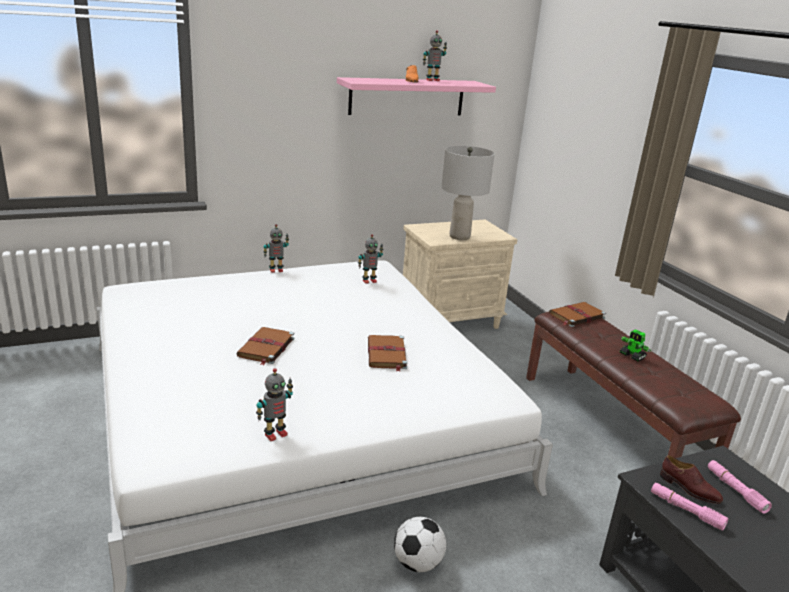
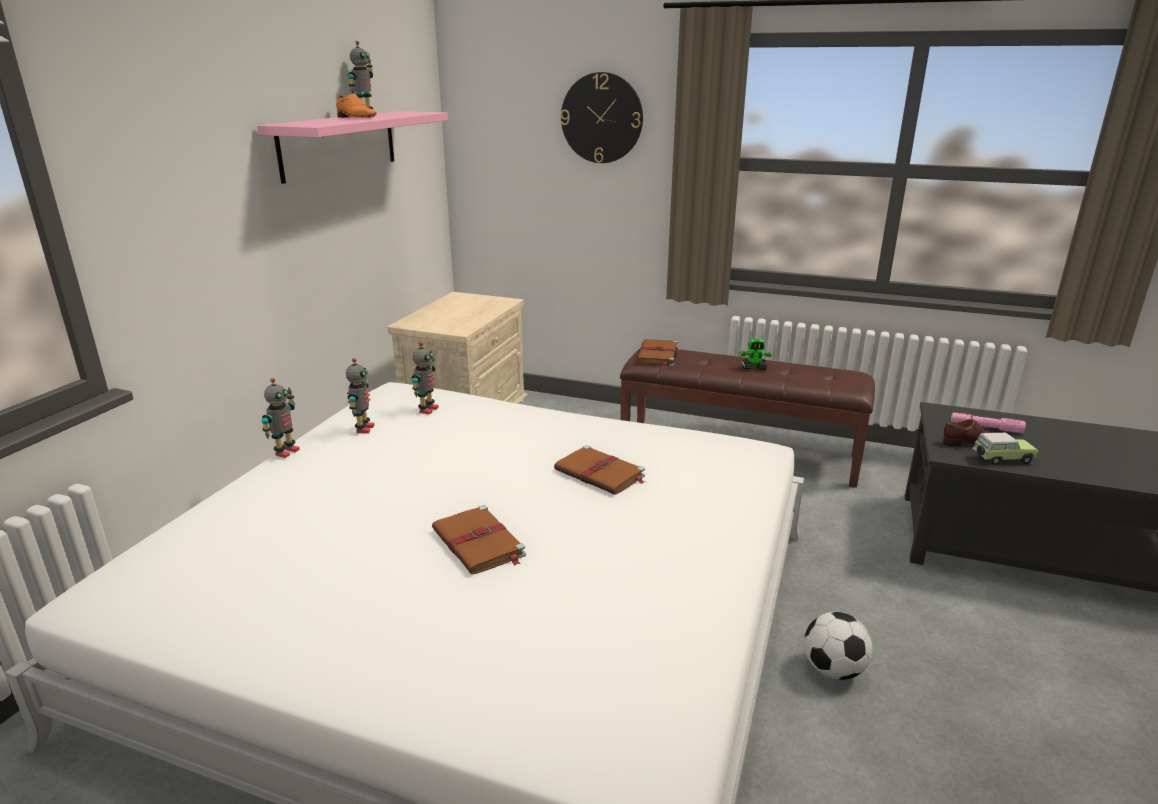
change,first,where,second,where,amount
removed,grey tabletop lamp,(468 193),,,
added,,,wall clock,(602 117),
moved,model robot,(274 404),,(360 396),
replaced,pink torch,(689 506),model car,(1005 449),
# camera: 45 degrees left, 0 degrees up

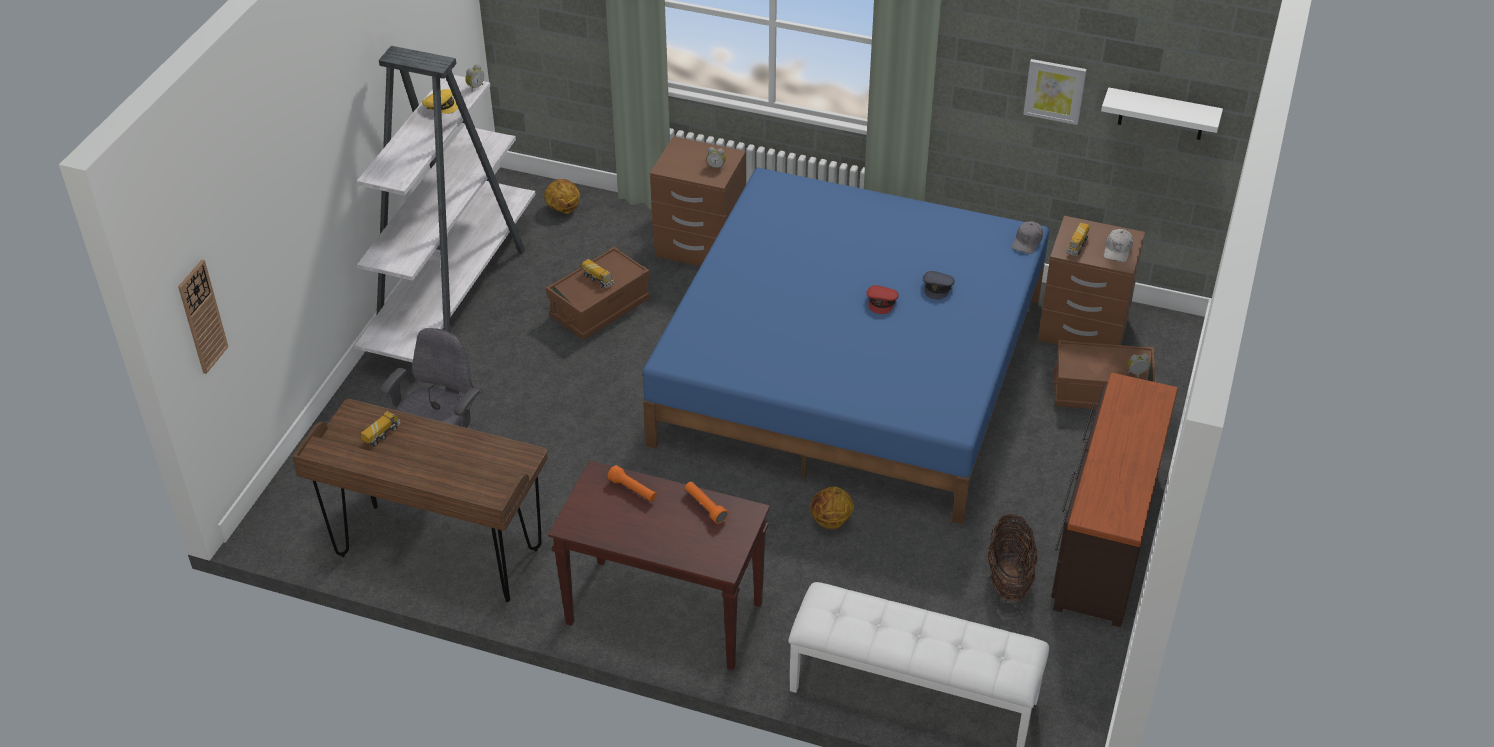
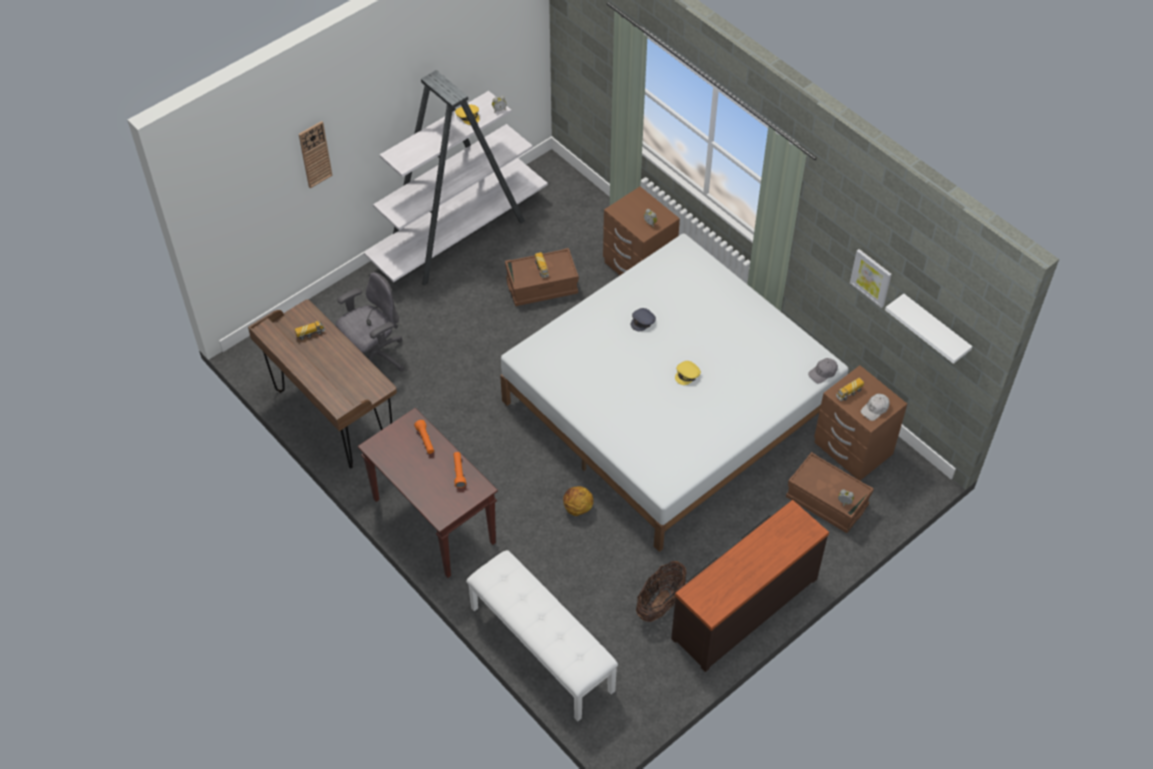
change,first,where,second,where,amount
removed,basketball,(562 196),,,
moved,wall clock,(203 317),,(316 154),
moved,grey baseball cap,(939 285),,(643 319),
recoloured,blue-coloured bedroom bed,(846 346),whitish bedroom bed,(674 392),
recoloured,red-coloured baseball cap,(883 299),yellow baseball cap,(688 373),
# camera: 30 degrees right, 10 degrees up

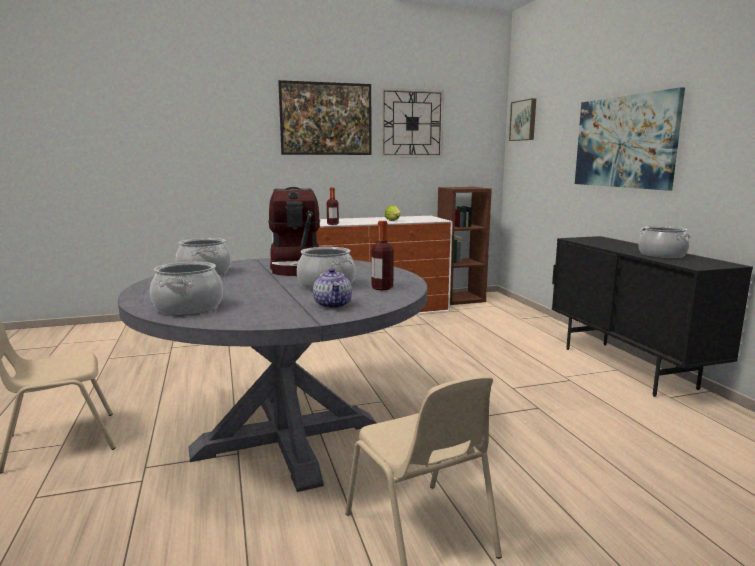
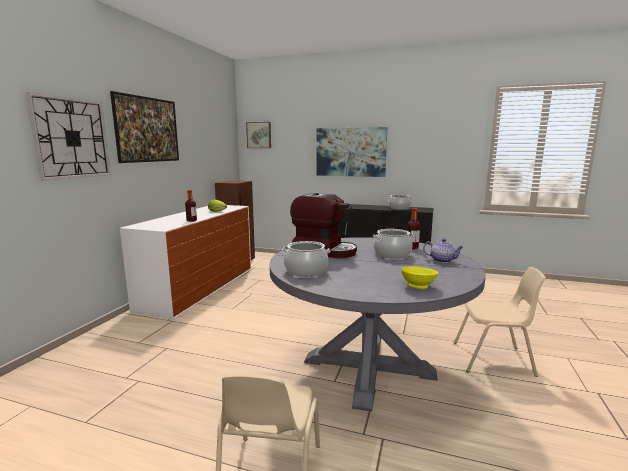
change,first,where,second,where,amount
moved,wall clock,(412 122),,(68 136),
replaced,cooking pot,(186 288),yellow deep dish,(419 277),
# camera: 55 degrees left, 0 degrees up

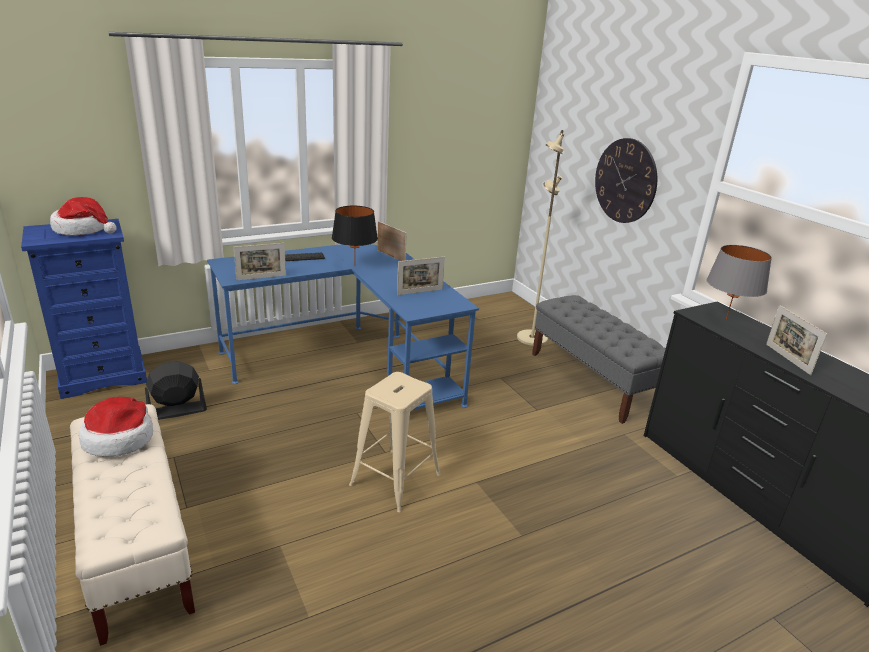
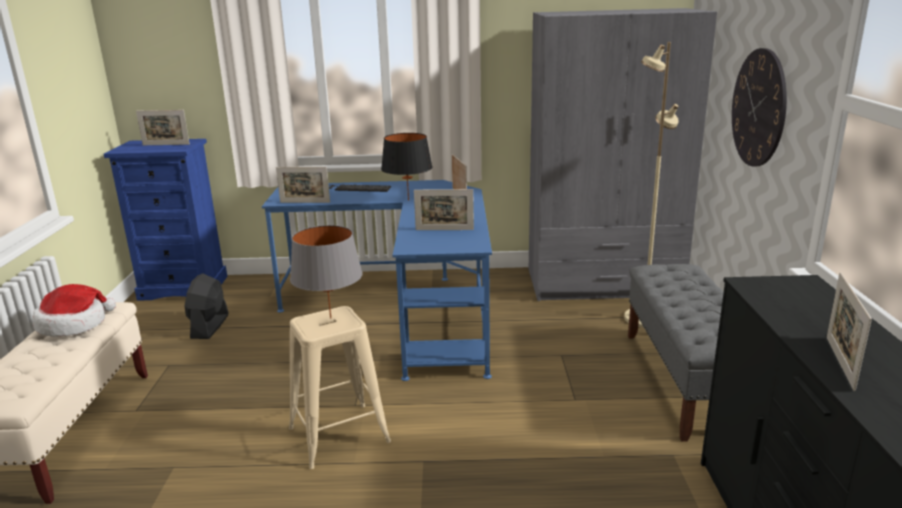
change,first,where,second,where,amount
added,,,grey wardrobe,(623 154),
moved,grey tabletop lamp,(739 282),,(326 272),
replaced,hat,(83 216),picture frame,(163 127),
turned,black fan,(176 390),,(206 306),90 degrees counterclockwise
# camera: 30 degrees right, 5 degrees down

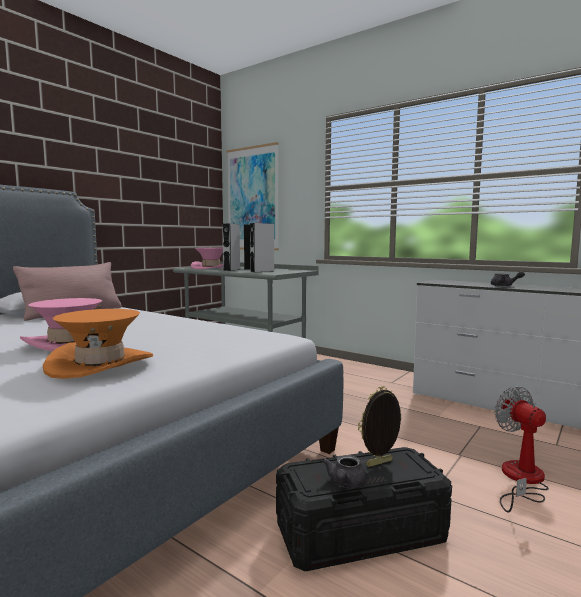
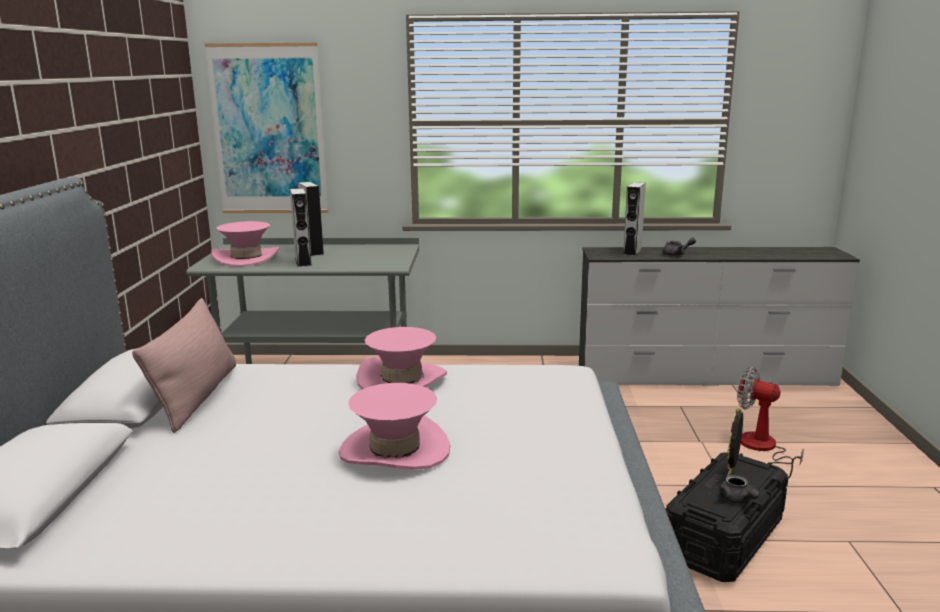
change,first,where,second,where,amount
removed,orange hat,(98 344),,,
added,,,pink hat,(402 358),
moved,grey audio speaker,(262 247),,(634 219),
# camera: 35 degrees left, 10 degrees up

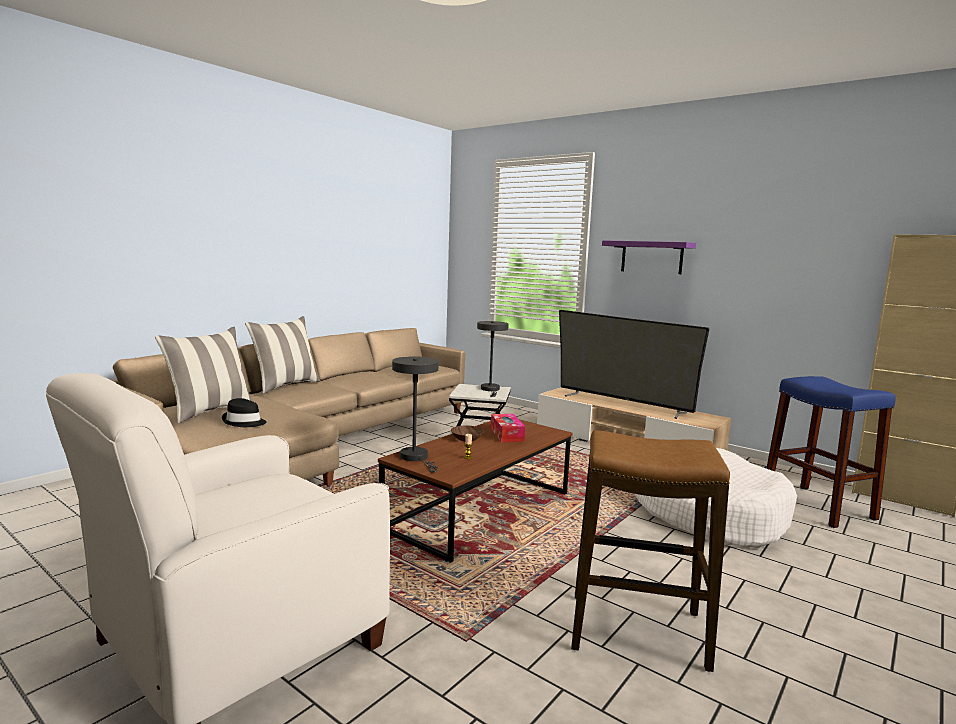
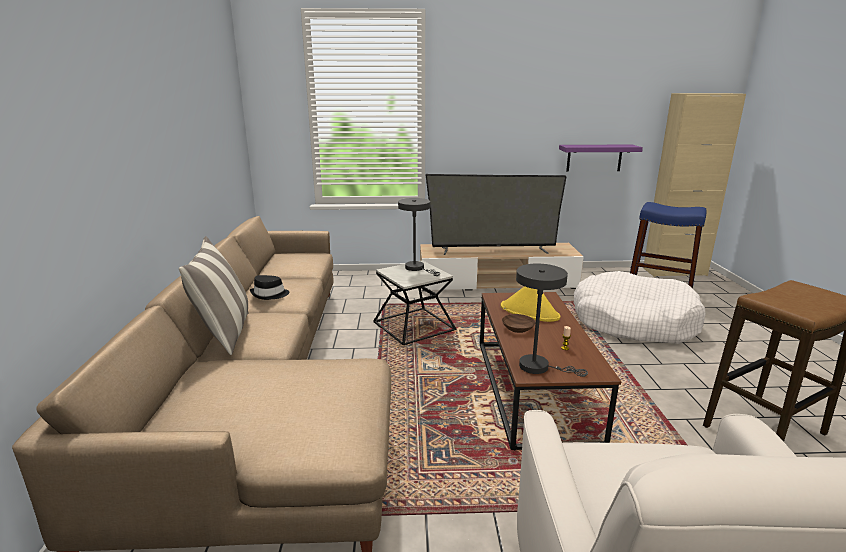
change,first,where,second,where,amount
removed,cushion,(204 375),,,
moved,black hat,(244 412),,(270 287),
moved,purplish bracket shelf,(649 257),,(601 158),
replaced,tissue holder,(508 428),yellow hat,(530 304),
# camera: 40 degrees left, 10 degrees up

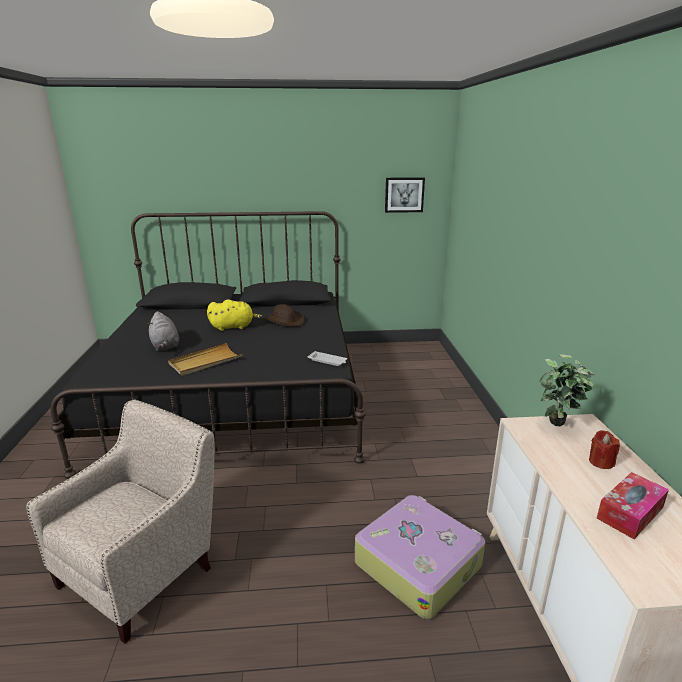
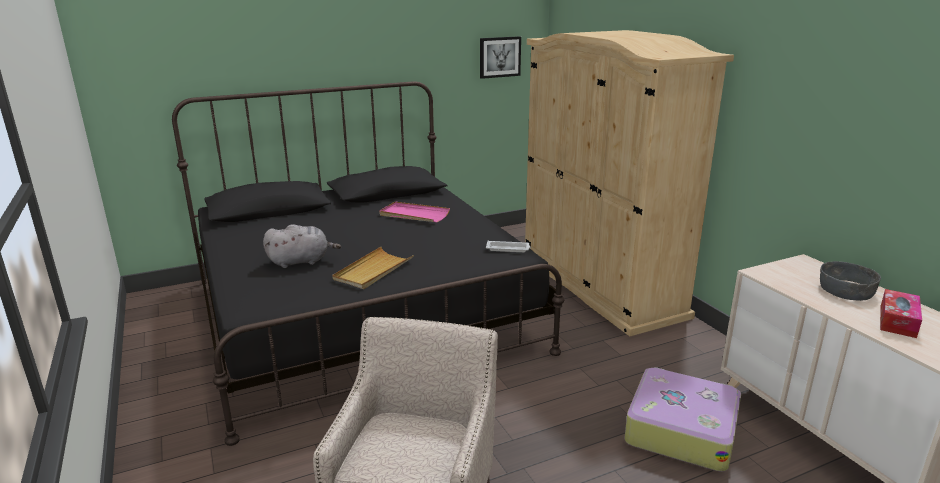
change,first,where,second,where,amount
removed,yellow soft toy,(235 315),,,
removed,plant in a pot,(567 390),,,
added,,,beige-coloured wardrobe,(629 183),
replaced,brownish hat,(284 315),pink carrying tray,(414 212),
replaced,red-coloured candle,(604 449),grey deep dish,(850 281),
turned,grey soft toy,(163 331),,(302 246),60 degrees counterclockwise
# camera: 20 degrees left, 0 degrees up

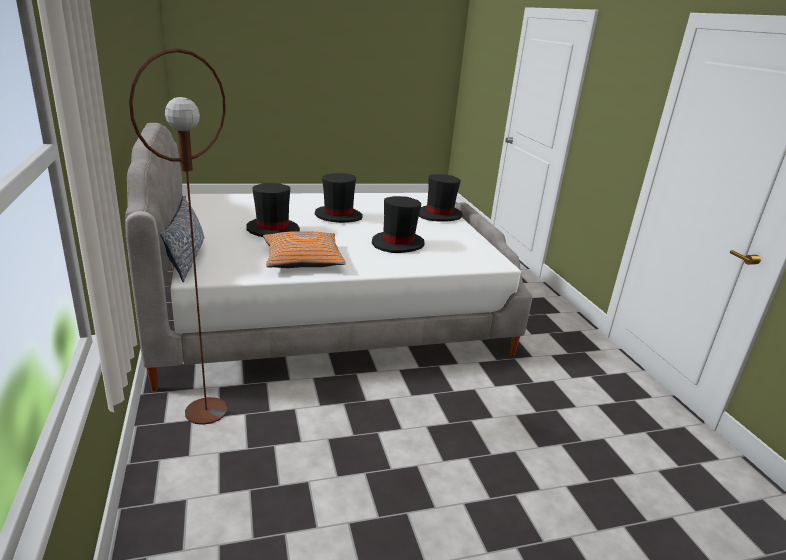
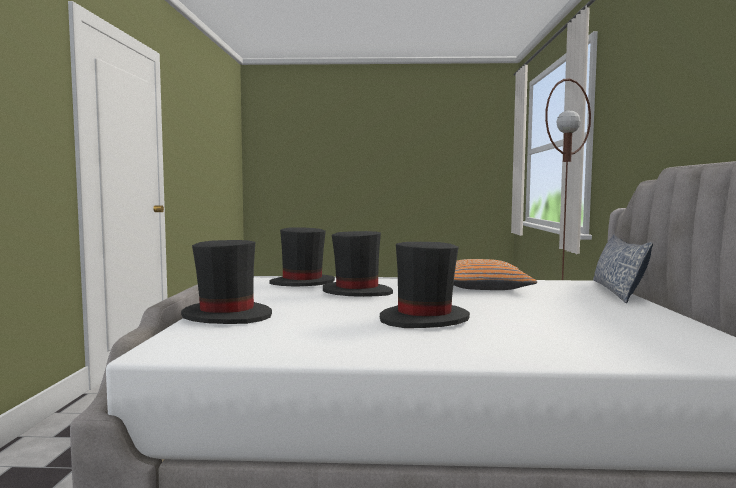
change,first,where,second,where,amount
moved,black hat,(273 210),,(302 256),
# camera: 160 degrees left, 20 degrees down

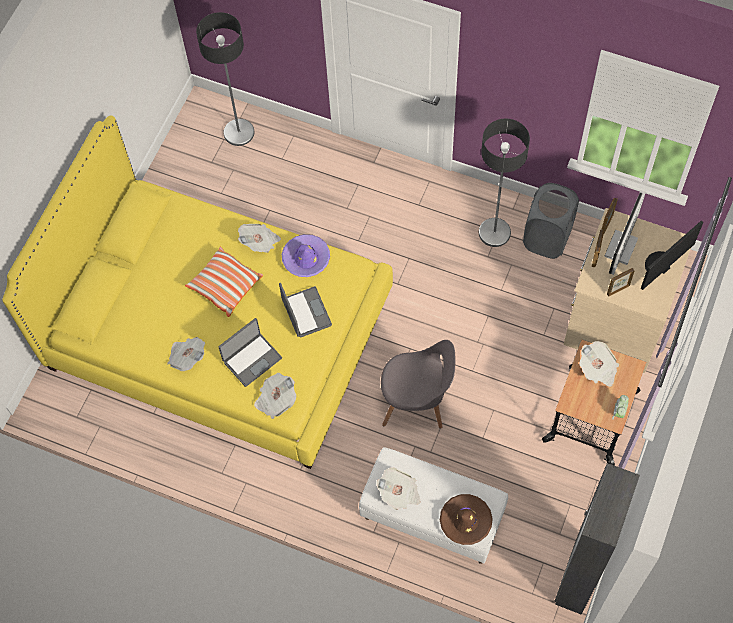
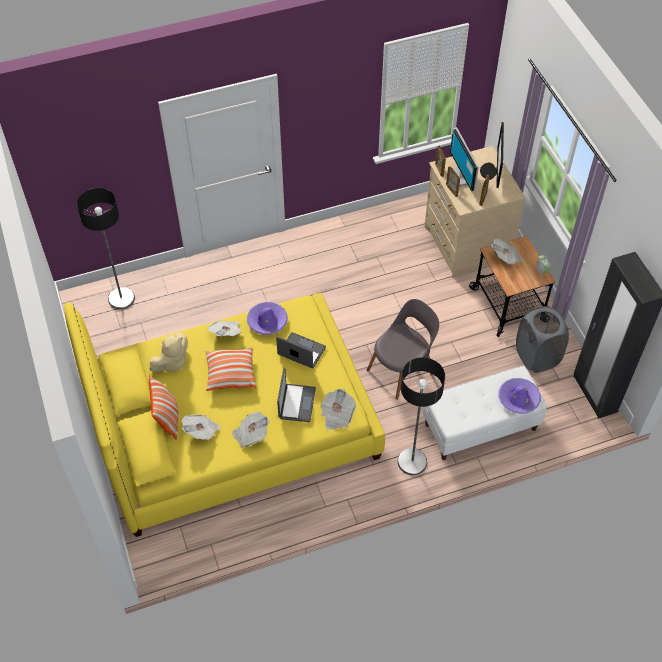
change,first,where,second,where,amount
added,,,cushion,(163 407),
added,,,beige-coloured soft toy,(169 352),
moved,daily paper,(399 489),,(201 427),
moved,floor lamp,(504 183),,(421 416),
moved,grey hamper,(551 221),,(542 339),
recoloured,brownish hat,(466 519),purplish hat,(520 396),
# camera: 45 degrees left, 10 degrees down

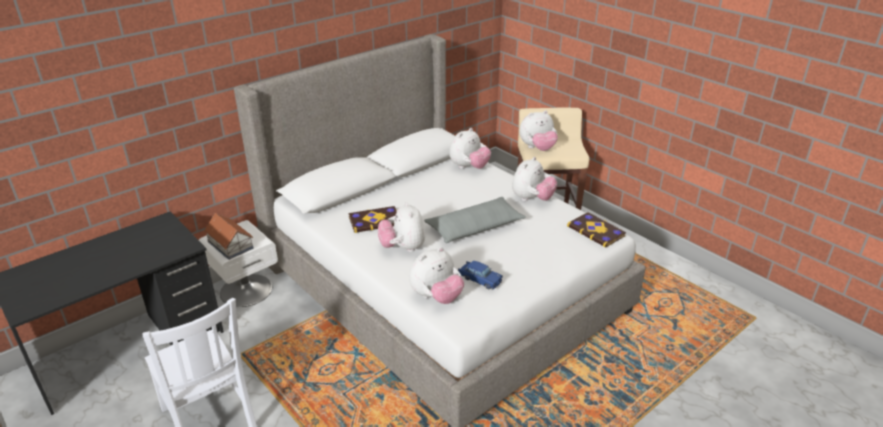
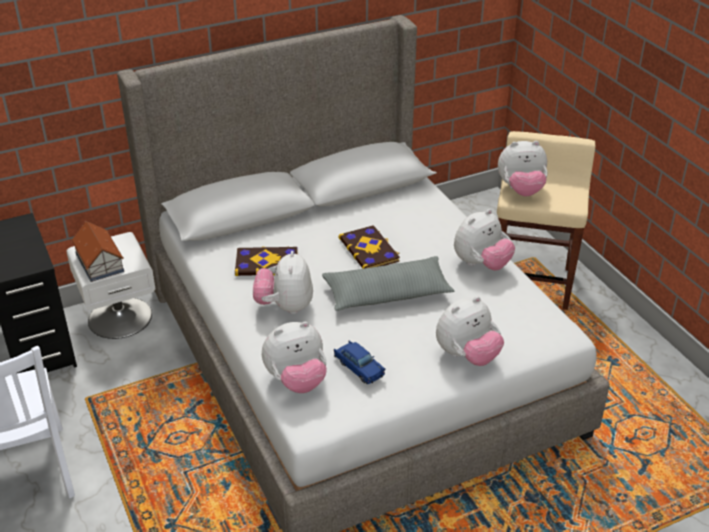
change,first,where,second,where,amount
moved,soft toy,(470 148),,(470 331),
moved,volume,(596 230),,(369 247),
# camera: 15 degrees right, 5 degrees up

